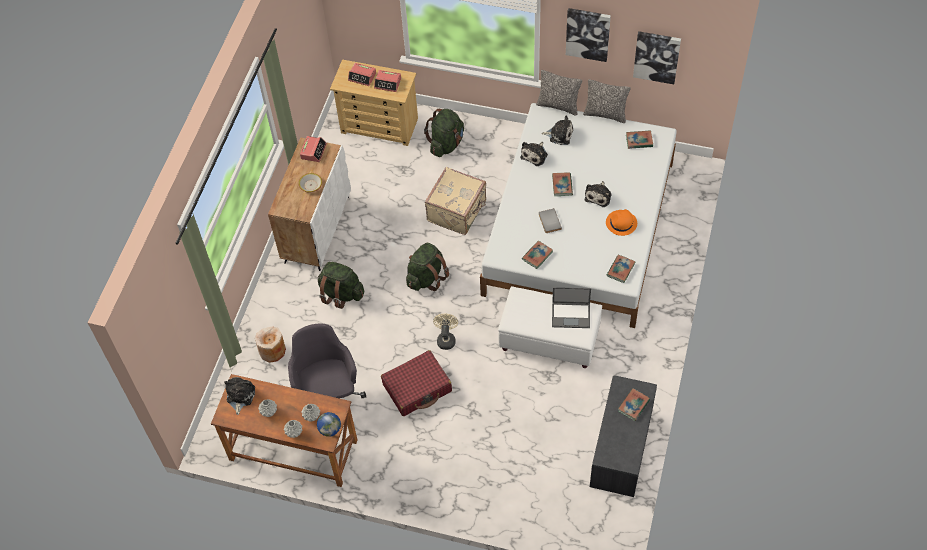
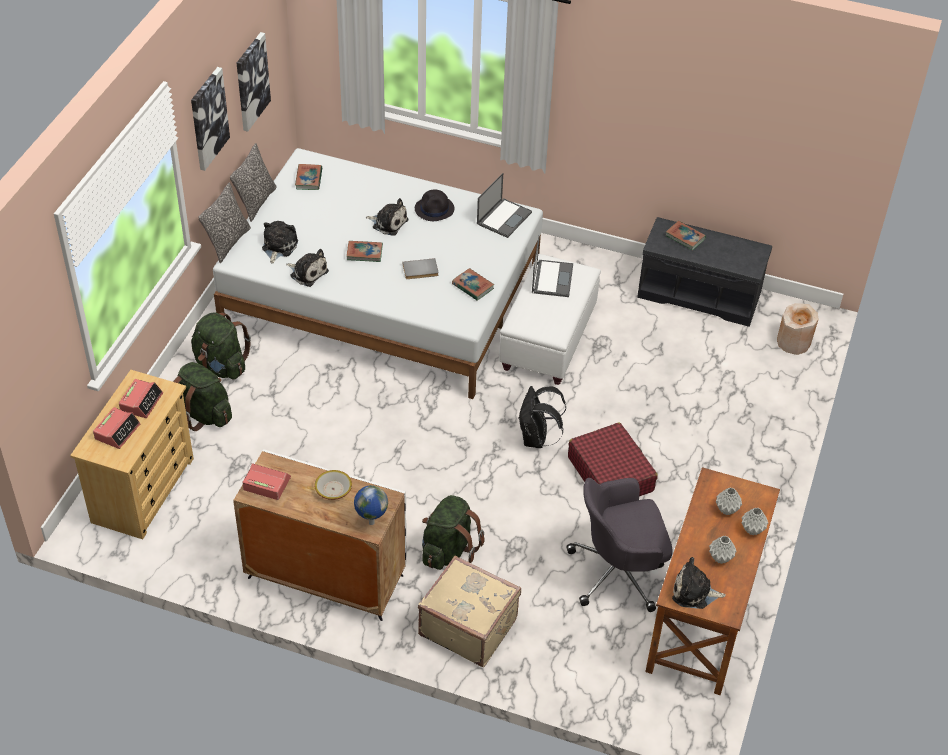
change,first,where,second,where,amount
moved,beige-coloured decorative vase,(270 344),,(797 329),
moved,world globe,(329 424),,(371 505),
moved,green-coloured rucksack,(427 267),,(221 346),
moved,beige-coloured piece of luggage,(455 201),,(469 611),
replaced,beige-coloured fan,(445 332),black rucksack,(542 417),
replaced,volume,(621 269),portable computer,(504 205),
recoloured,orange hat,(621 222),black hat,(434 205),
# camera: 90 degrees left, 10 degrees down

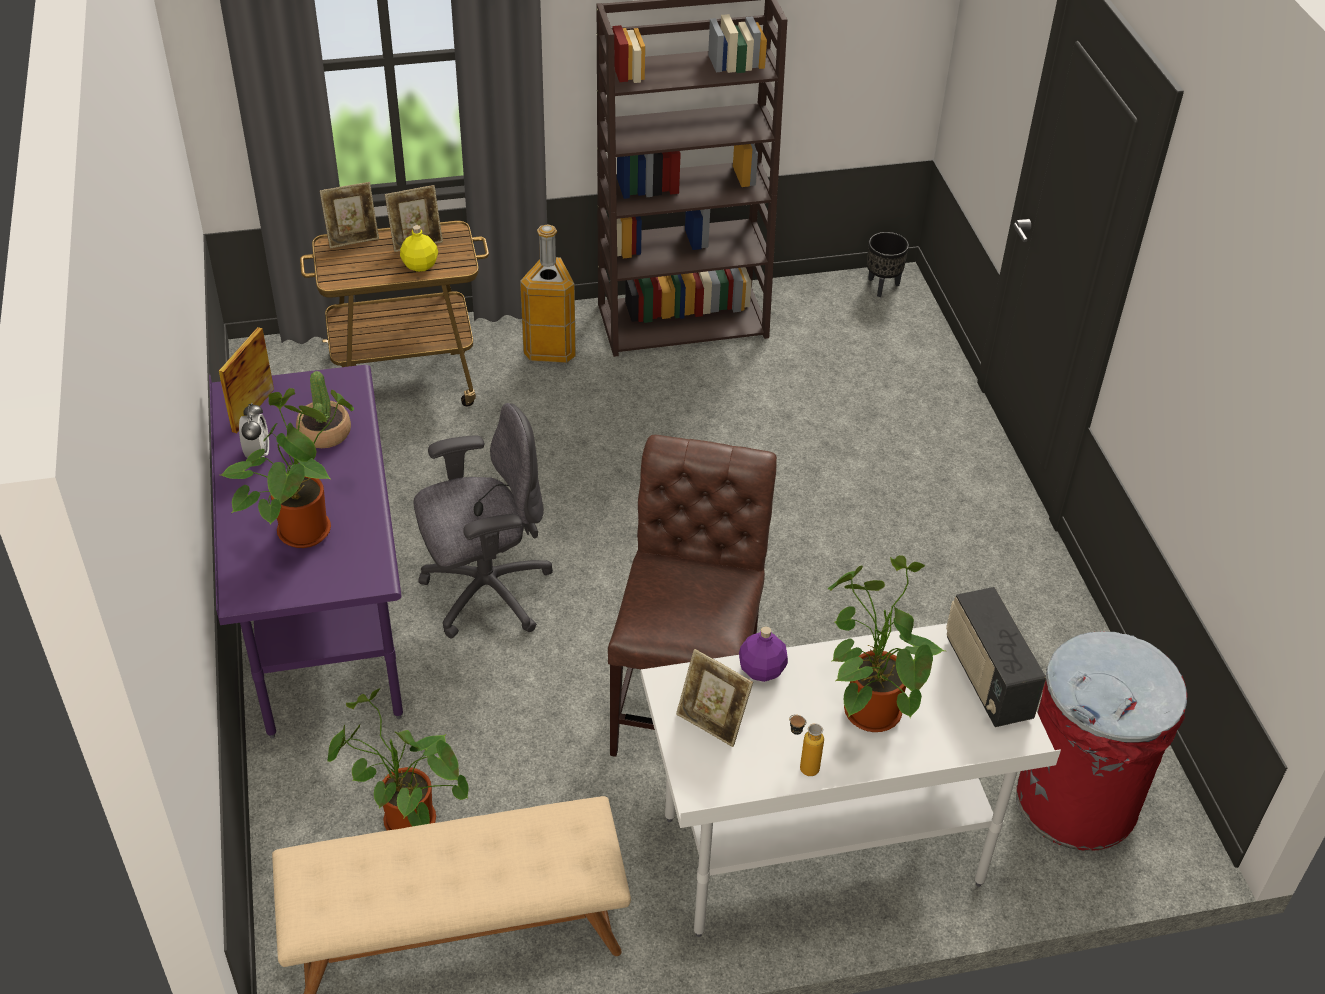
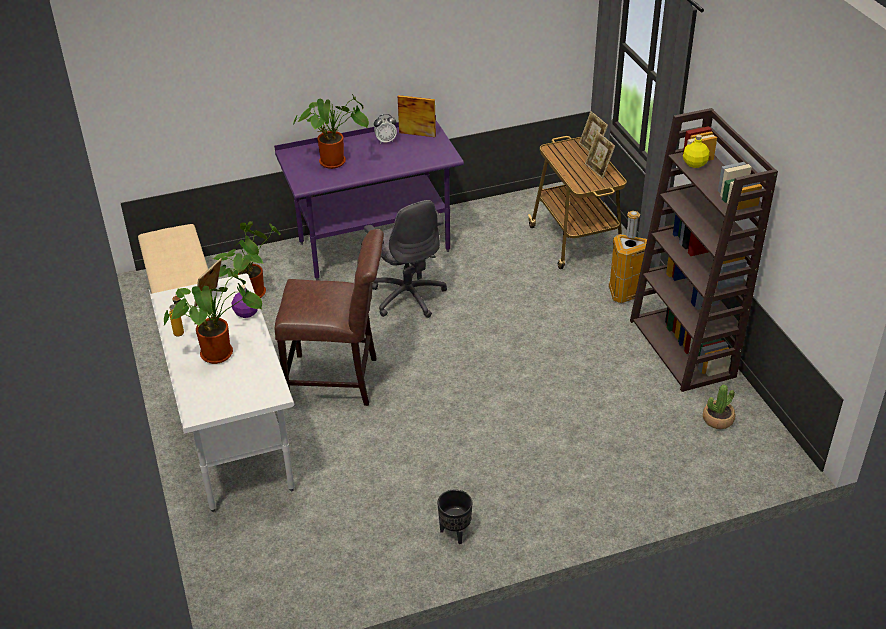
change,first,where,second,where,amount
removed,radio set,(996 657),,,
removed,red-coloured rubbish bin,(1101 741),,,
moved,plant in a pot,(323 409),,(719 407),
moved,yellow beverage bottle,(419 248),,(696 151),
moved,black plant pot,(888 264),,(454 516),
# camera: 85 degrees right, 5 degrees down

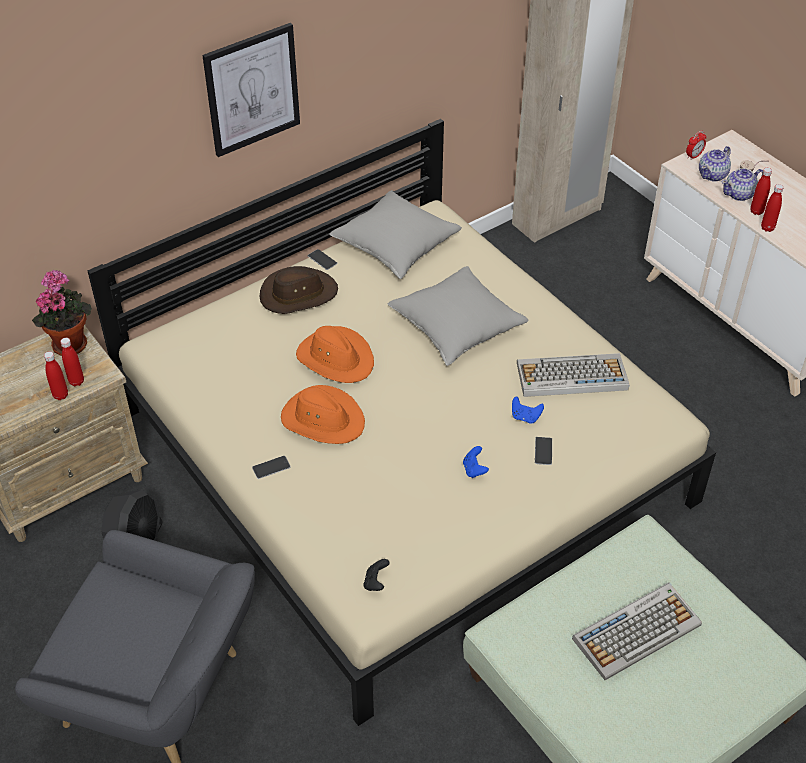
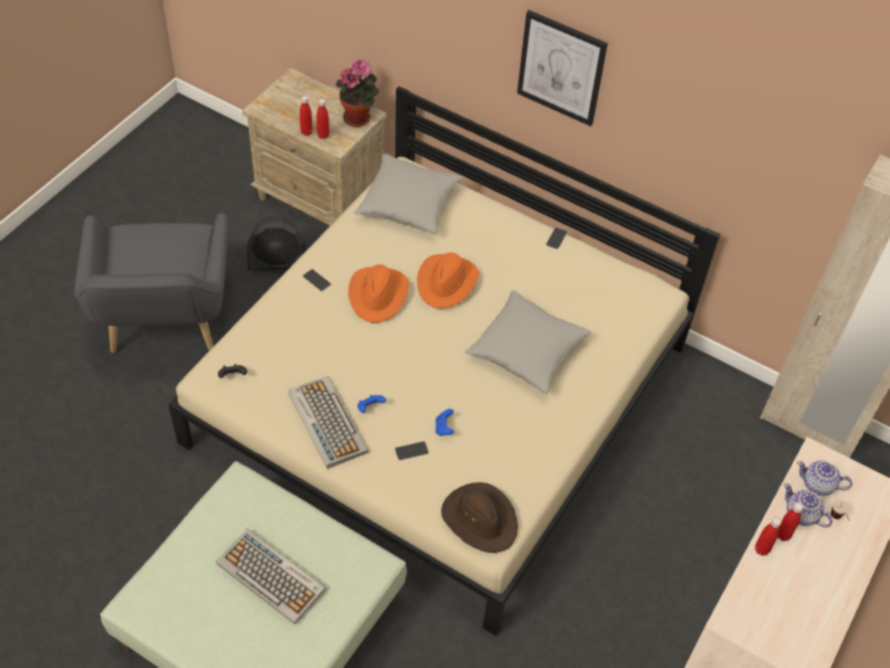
change,first,where,second,where,amount
removed,bedside clock,(696 145),,,
moved,brownish hat,(299 290),,(479 517),
moved,grey cushion,(395 234),,(408 194),
moved,keyboard,(573 375),,(328 422),
# camera: 65 degrees right, 5 degrees up

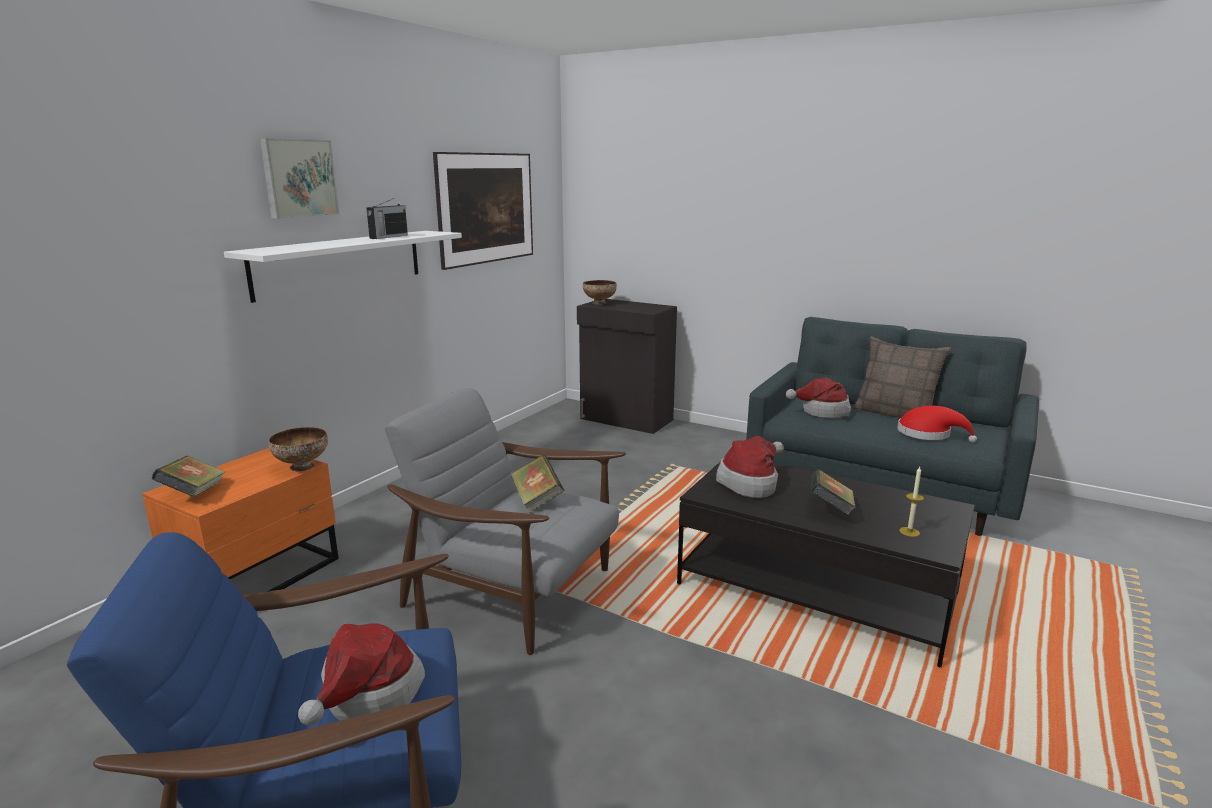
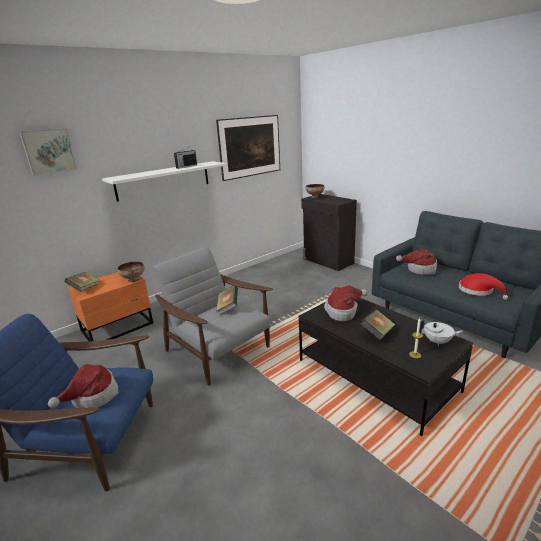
change,first,where,second,where,amount
removed,cushion,(902 377),,,
added,,,whitish pot for tea,(441 333),
moved,wall picture,(300 178),,(48 152),
# camera: 20 degrees right, 5 degrees up

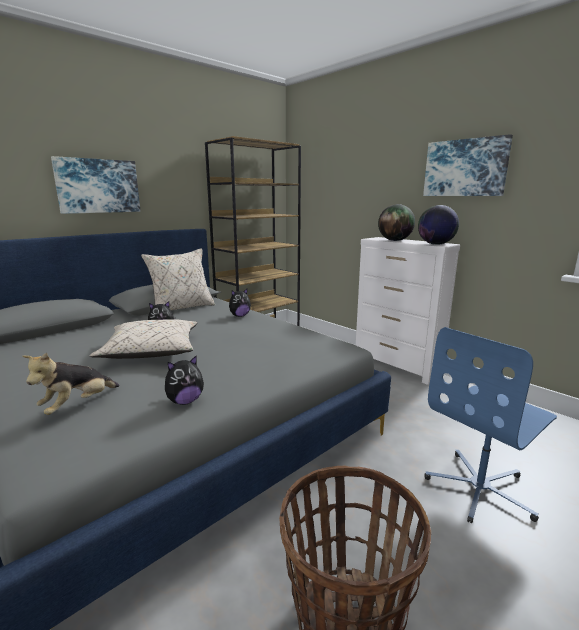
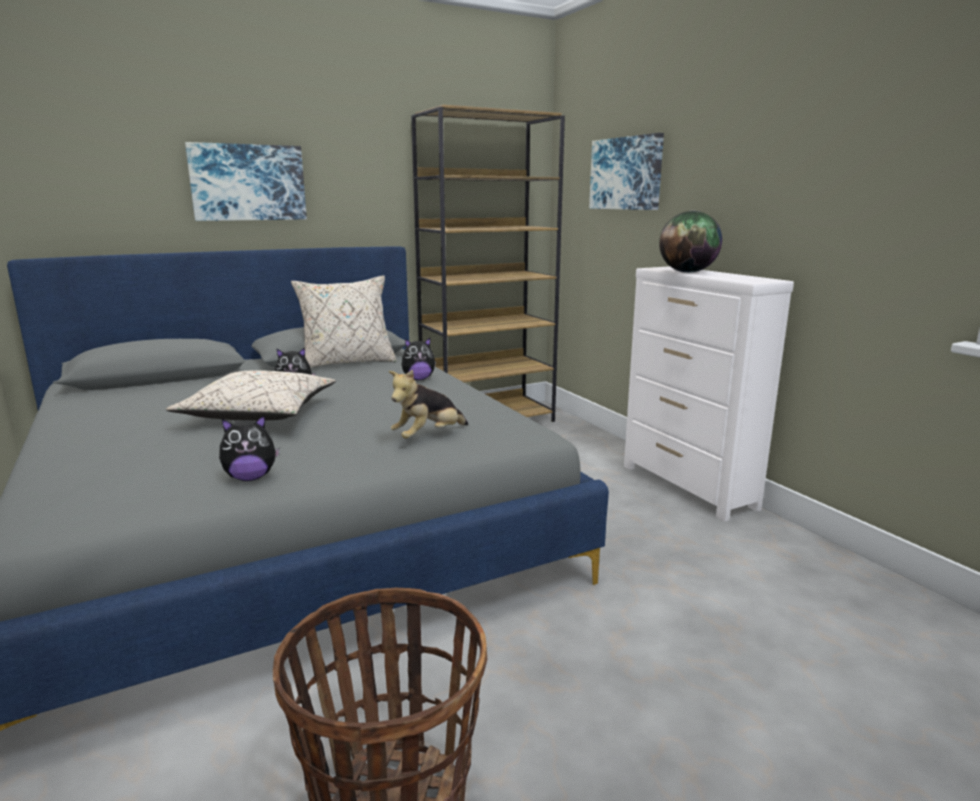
change,first,where,second,where,amount
removed,world globe,(438 225),,,
removed,blue-coloured desk chair,(490 425),,,
moved,soft toy,(71 384),,(428 403),
moved,wall picture,(468 165),,(626 171),
# camera: 15 degrees right, 0 degrees up

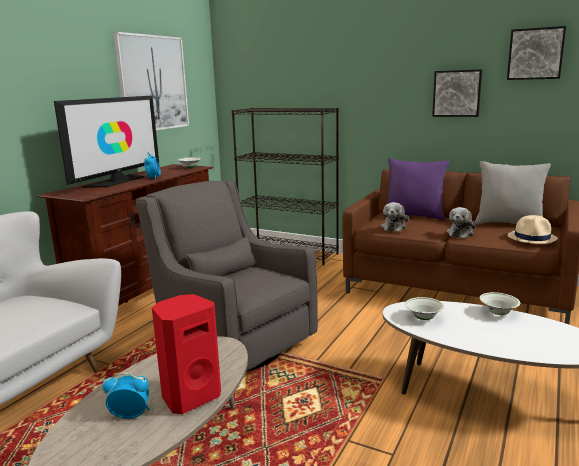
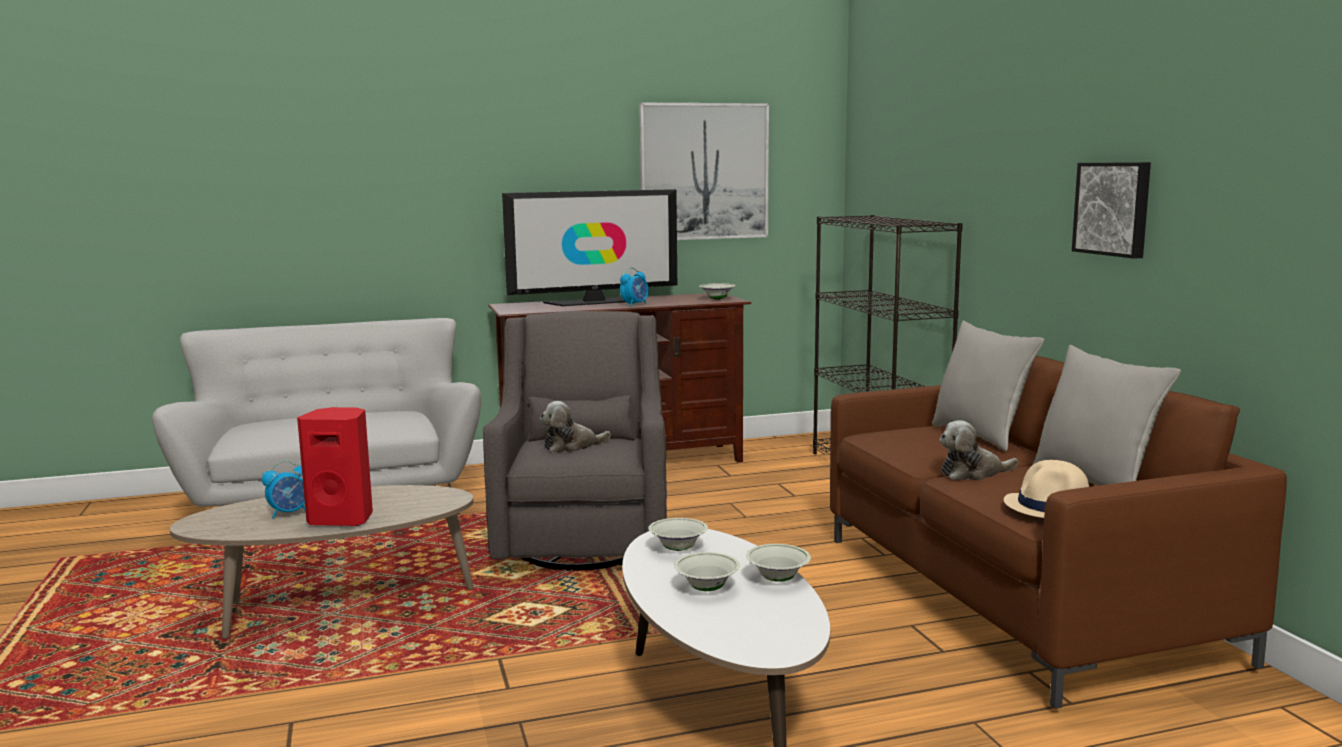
change,first,where,second,where,amount
removed,wall picture,(536 53),,,
added,,,whitish deep dish,(707 571),
moved,soft toy,(395 217),,(575 427),
recoloured,purplish cushion,(416 189),grey cushion,(988 385),
turned,bedside clock,(126 396),,(283 489),105 degrees clockwise
# camera: 45 degrees right, 5 degrees down

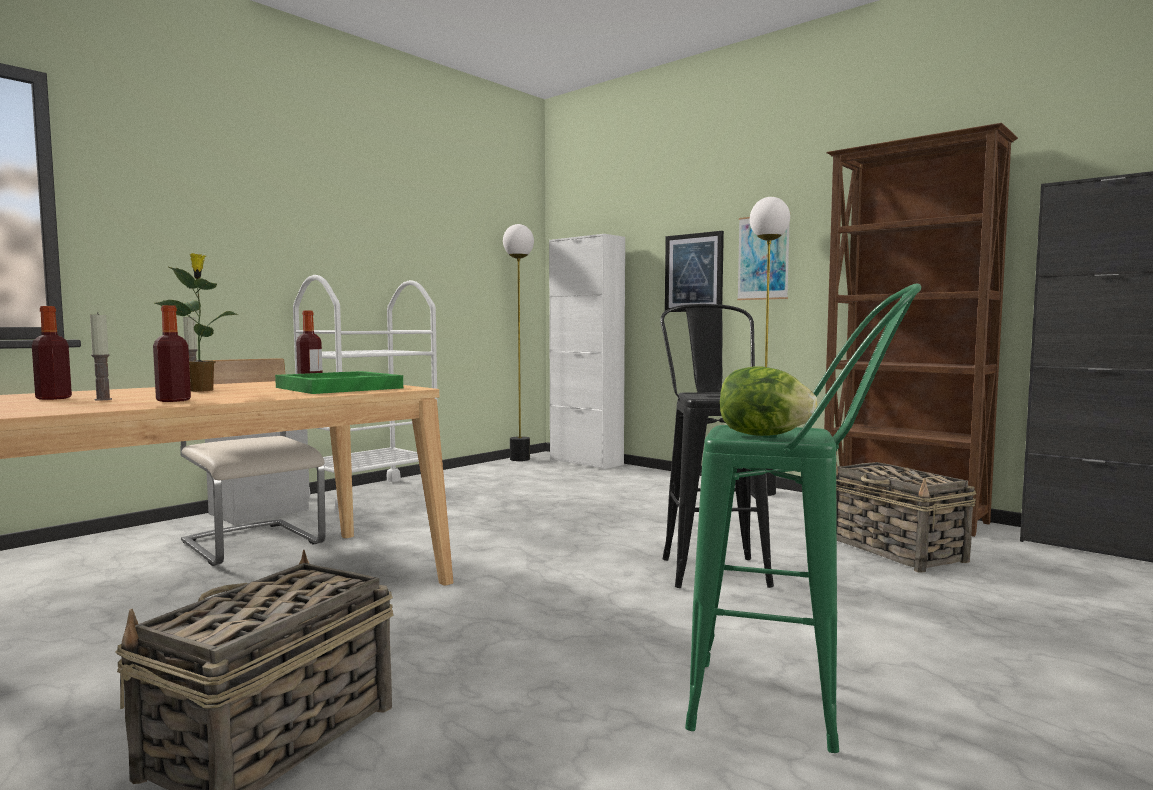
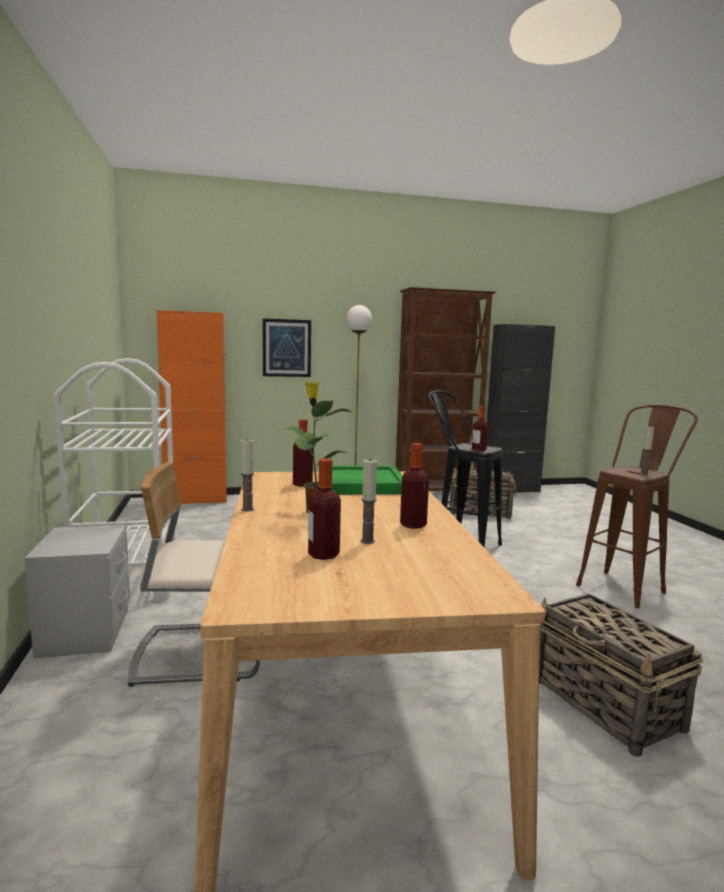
change,first,where,second,where,amount
removed,floor lamp,(518 342),,,
removed,wall picture,(763 258),,,
added,,,beverage bottle,(480 429),
replaced,head of lettuce,(768 401),candle,(647 450),
recoloured,whitish cabinet,(587 351),orange cabinet,(192 407),
recoloured,green-coloured stool,(803 518),brownish stool,(637 506),
# camera: 55 degrees left, 5 degrees up

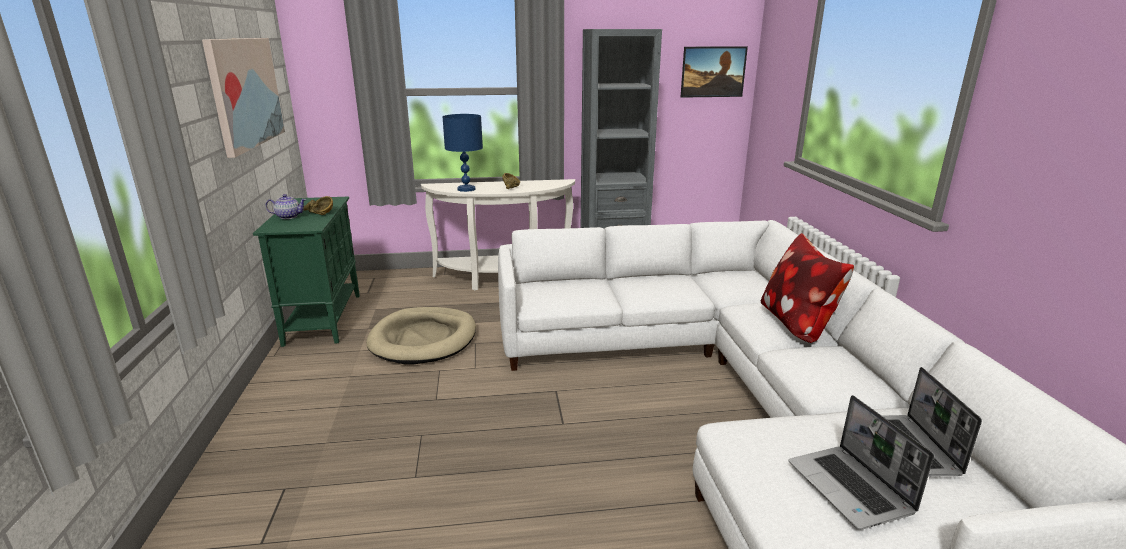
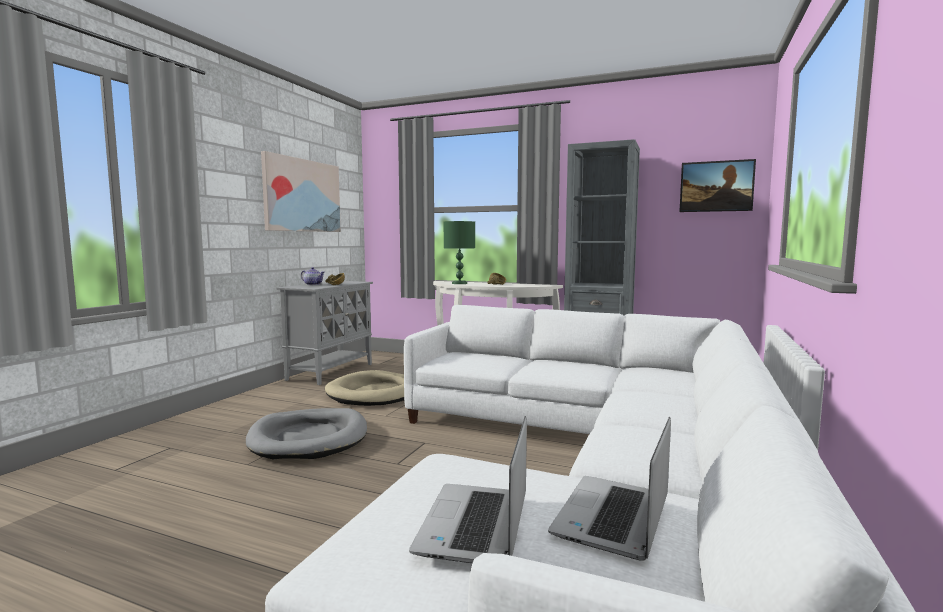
change,first,where,second,where,amount
removed,cushion,(807 288),,,
added,,,grey pet bed,(306 434),
recoloured,green-coloured cabinet,(306 272),grey cabinet,(324 333),
recoloured,blue-coloured tabletop lamp,(463 153),green-coloured tabletop lamp,(459 252),
# camera: 30 degrees right, 15 degrees down

